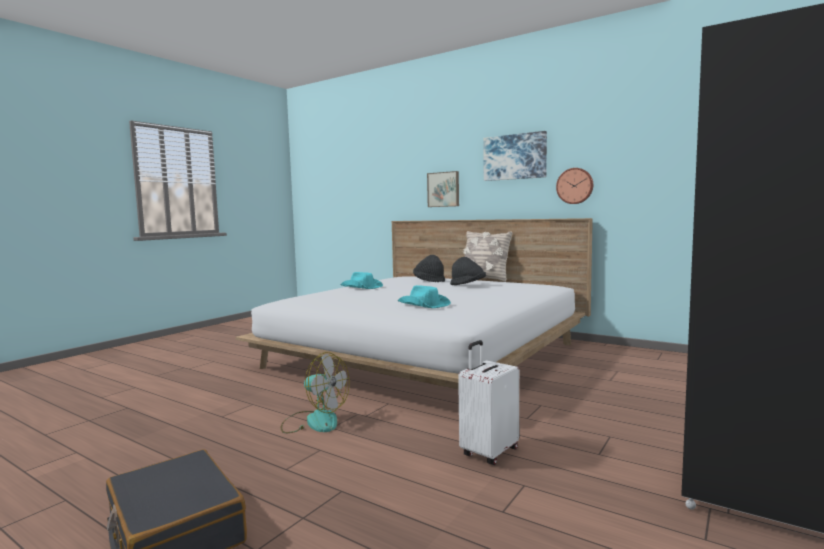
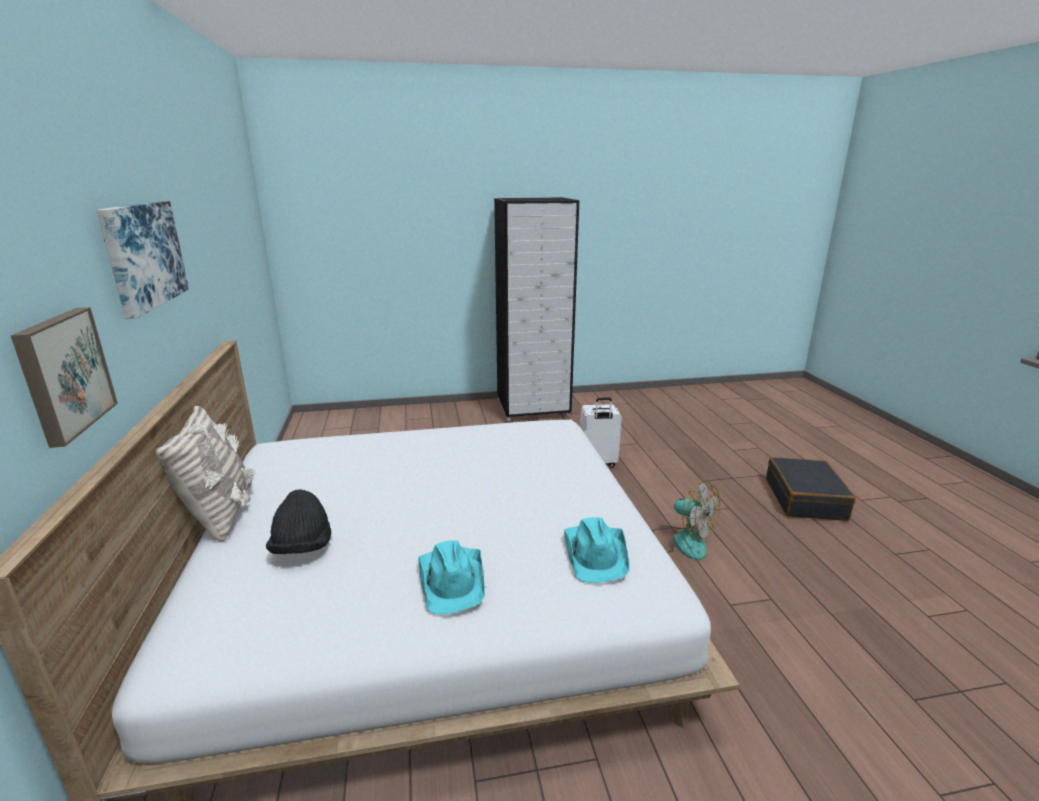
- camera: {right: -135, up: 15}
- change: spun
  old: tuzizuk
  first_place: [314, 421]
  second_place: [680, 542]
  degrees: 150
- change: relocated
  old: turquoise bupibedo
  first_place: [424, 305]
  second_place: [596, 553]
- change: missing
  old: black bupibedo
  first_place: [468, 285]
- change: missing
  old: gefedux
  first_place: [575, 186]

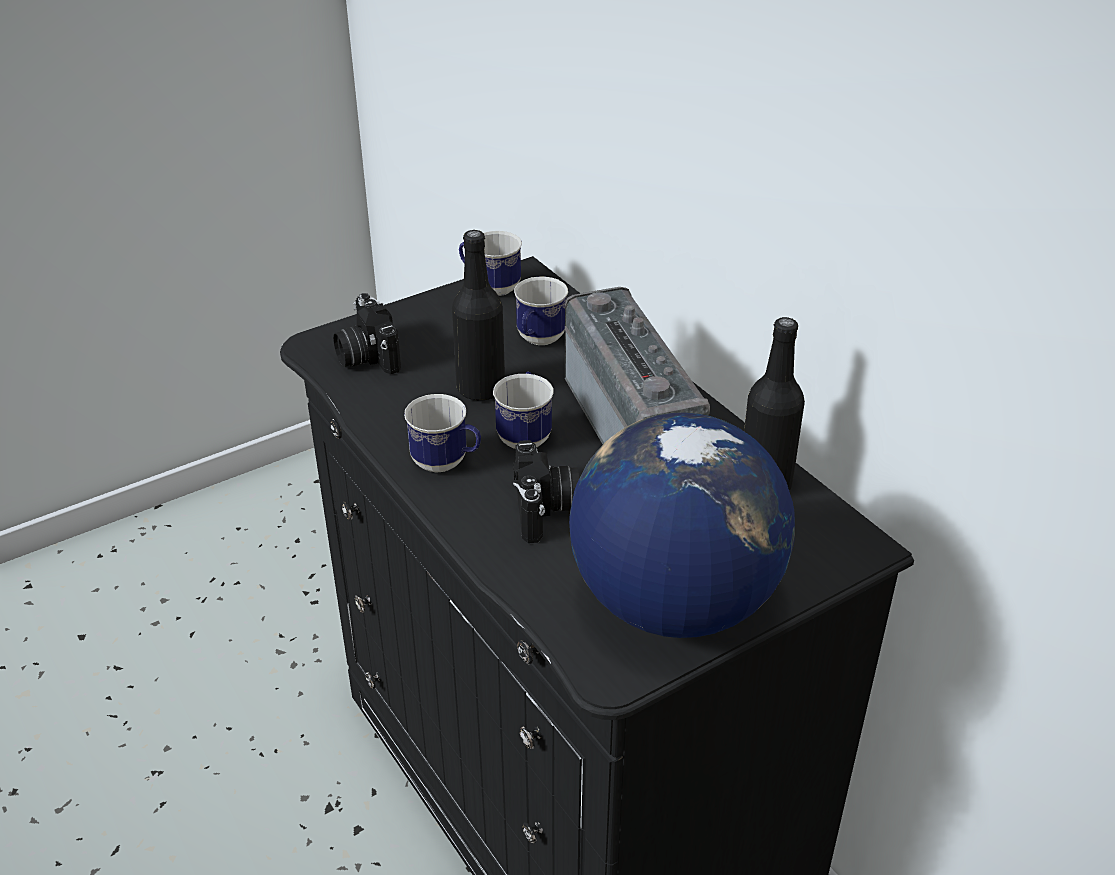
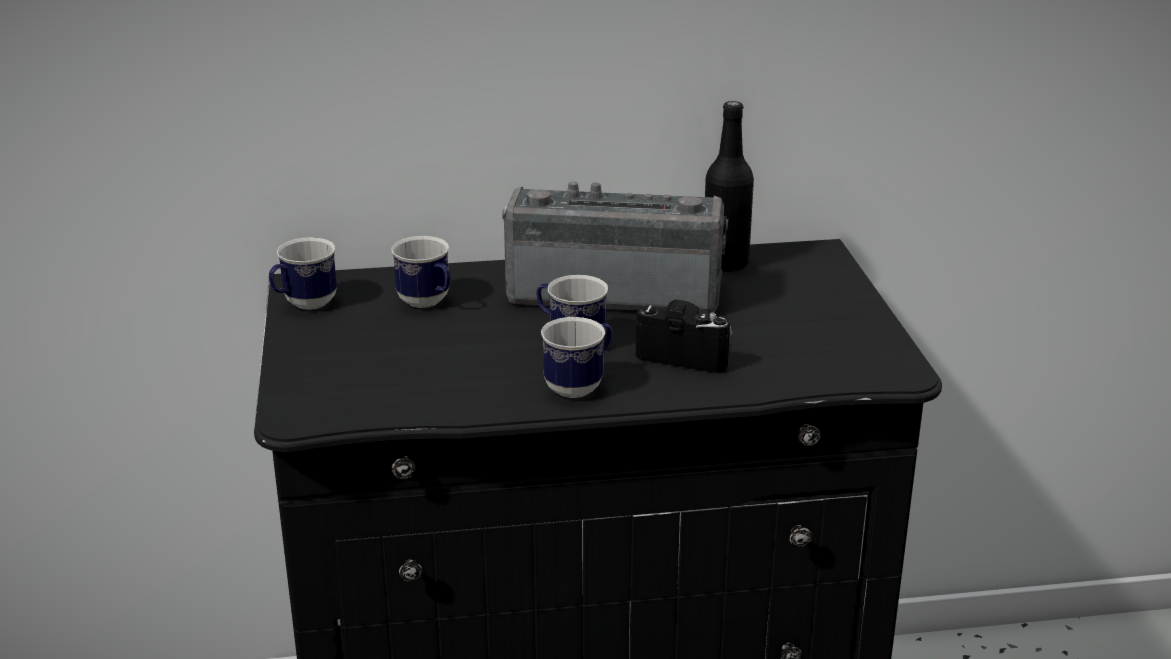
- camera: {right: -65, up: -10}
- change: missing
  old: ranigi
  first_place: [366, 356]
- change: missing
  old: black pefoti
  first_place: [481, 389]
- change: missing
  old: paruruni
  first_place: [673, 602]

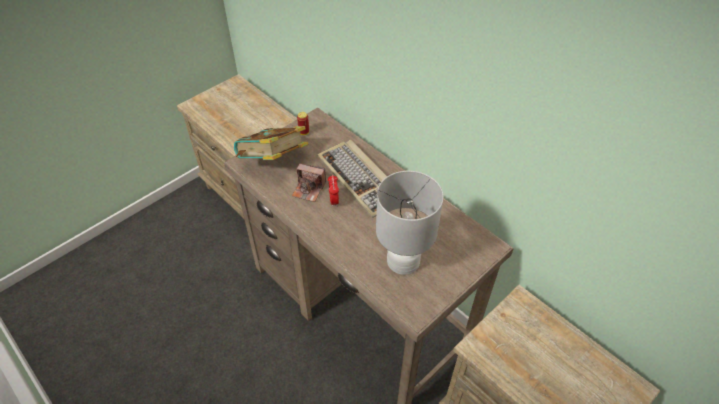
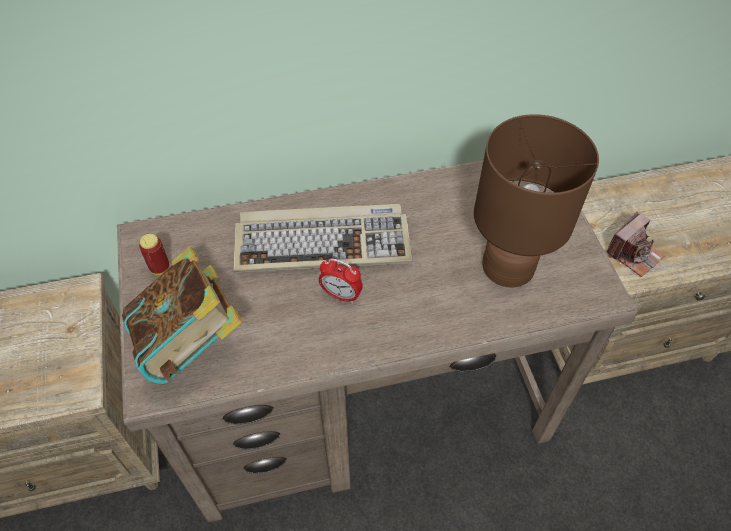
- camera: {right: -60, up: 5}
- change: relocated
  old: ranigi
  first_place: [309, 189]
  second_place: [633, 254]
- change: colour
  old: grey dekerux
  new: brown dekerux
  first_place: [404, 261]
  second_place: [509, 266]

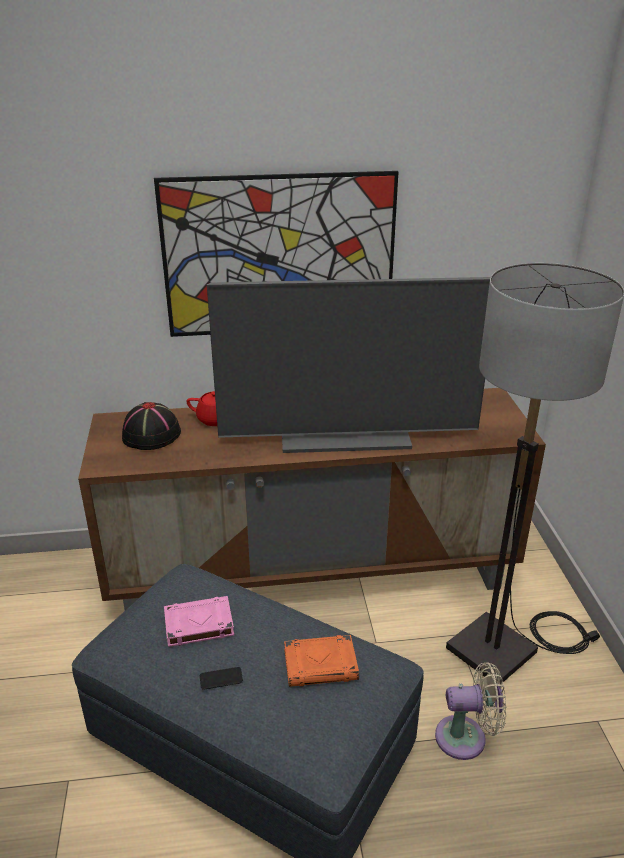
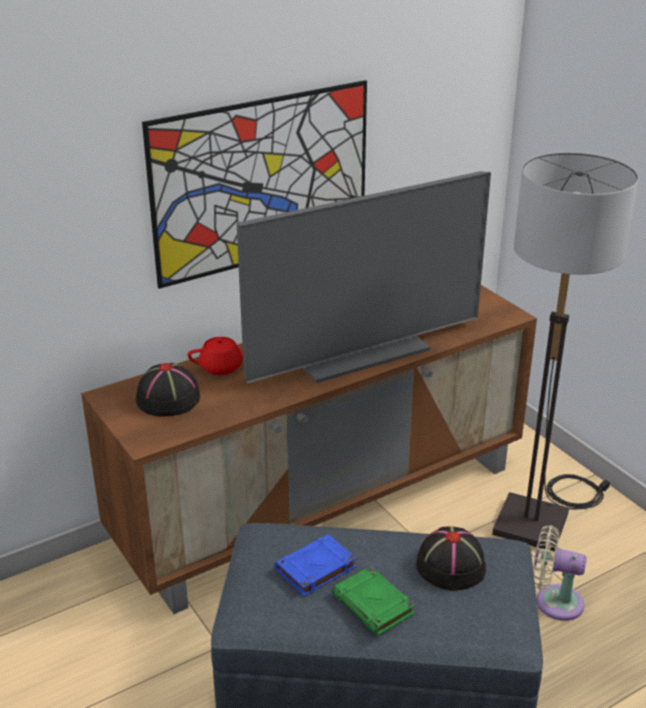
- camera: {right: -25, up: 0}
- change: colour
  old: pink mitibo
  new: blue mitibo
  first_place: [198, 625]
  second_place: [315, 569]
- change: exchanged
  old: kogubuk
  new: green mitibo
  first_place: [221, 679]
  second_place: [374, 605]
- change: exchanged
  old: orange mitibo
  new: black bupibedo
  first_place: [321, 665]
  second_place: [450, 565]
- change: spun
  old: beige tuzizuk
  first_place: [466, 737]
  second_place: [554, 601]
  degrees: -135

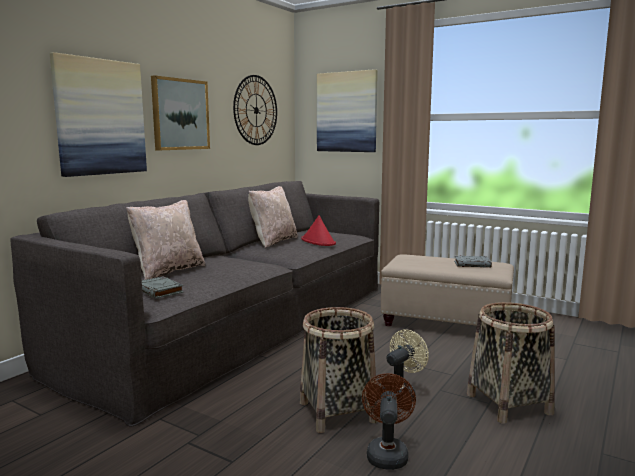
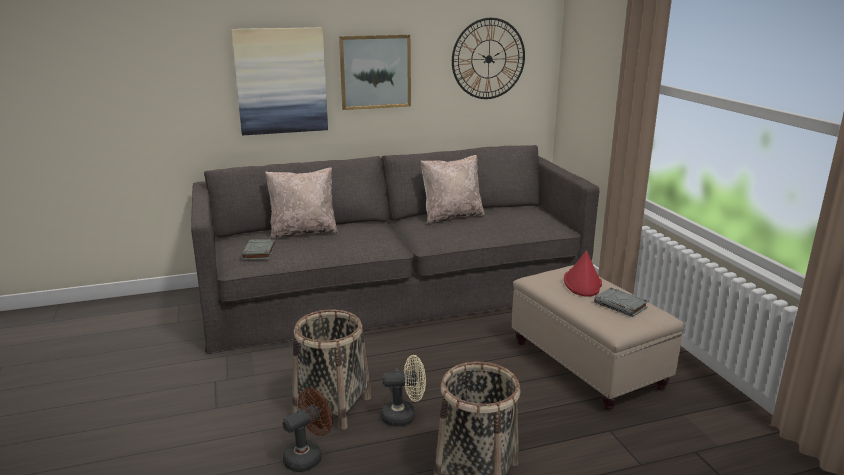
- camera: {right: 40, up: 10}
- change: relocated
  old: red bupibedo
  first_place: [318, 241]
  second_place: [582, 283]
- change: missing
  old: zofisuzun
  first_place: [347, 112]

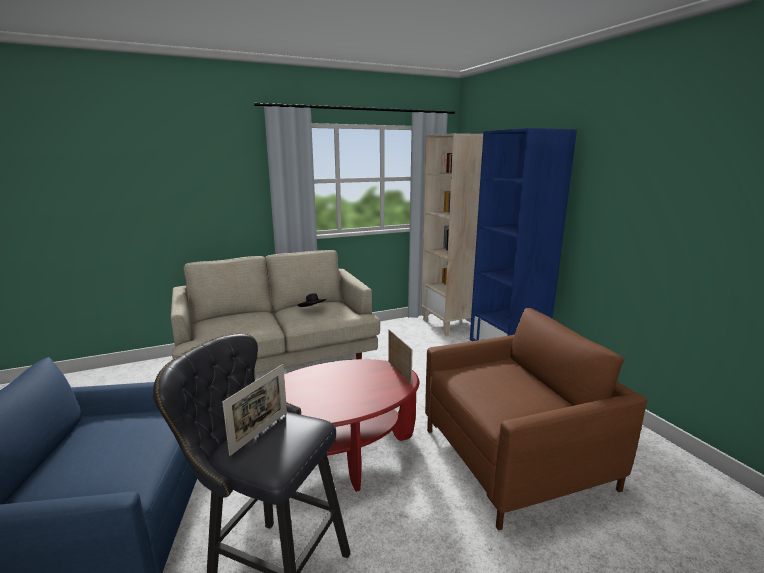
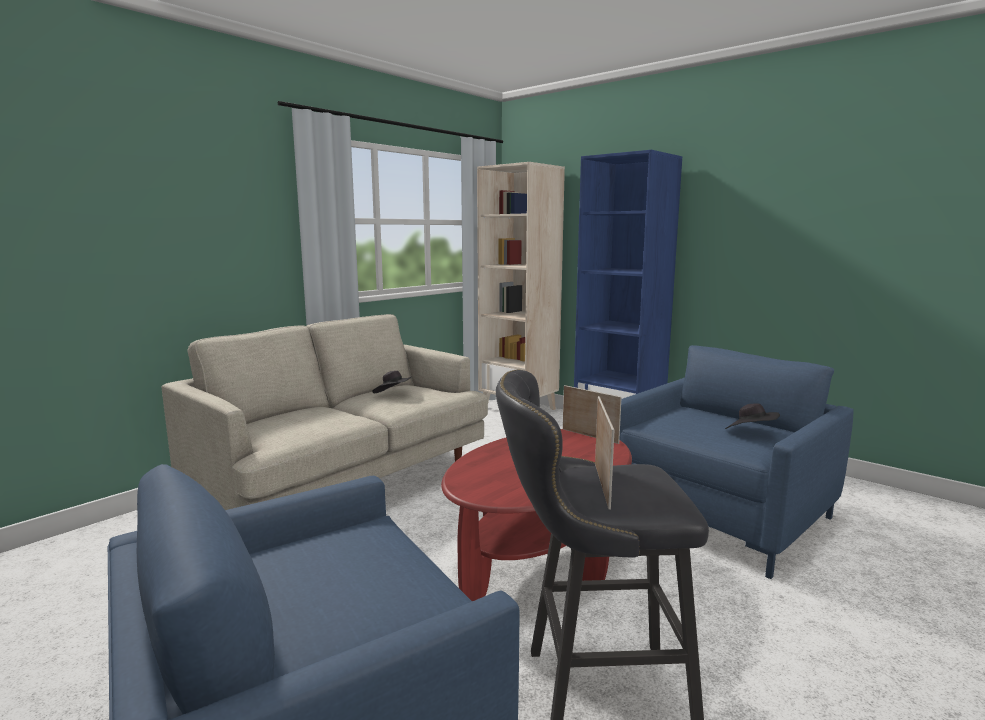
- camera: {right: -25, up: -5}
- change: colour
  old: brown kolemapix
  new: blue kolemapix
  first_place: [515, 458]
  second_place: [719, 515]
- change: appeared
  new: black bupibedo
  second_place: [750, 433]

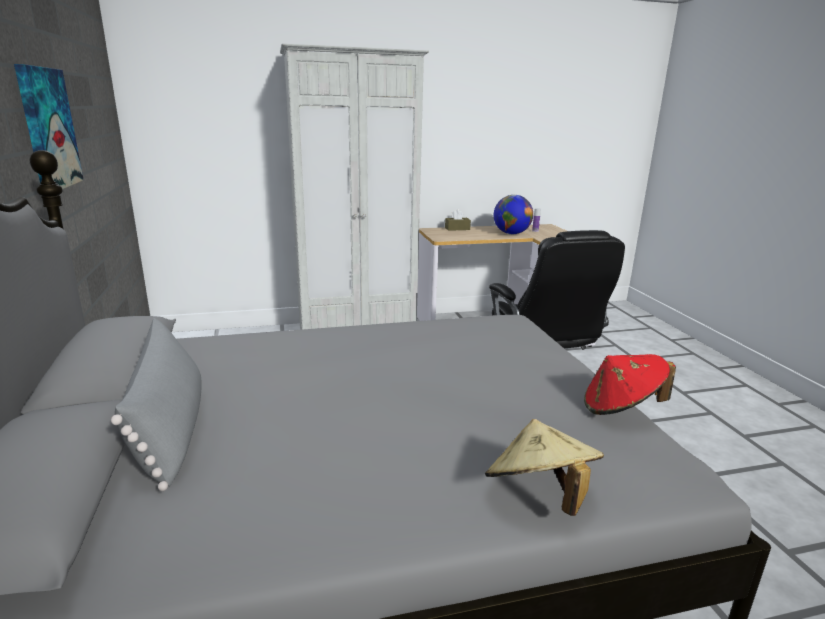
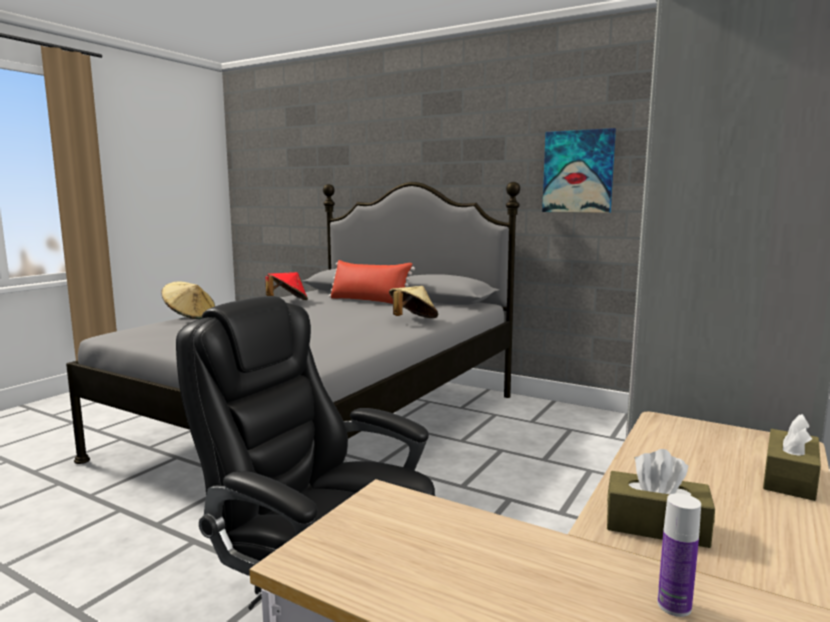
- camera: {right: 135, up: -10}
- change: colour
  old: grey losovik
  new: red losovik
  first_place: [171, 429]
  second_place: [369, 301]
- change: exchanged
  old: paruruni
  new: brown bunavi
  first_place: [511, 233]
  second_place: [656, 526]
- change: relocated
  old: red bupibedo
  first_place: [621, 408]
  second_place: [287, 301]
- change: appeared
  new: beige bupibedo
  second_place: [413, 320]

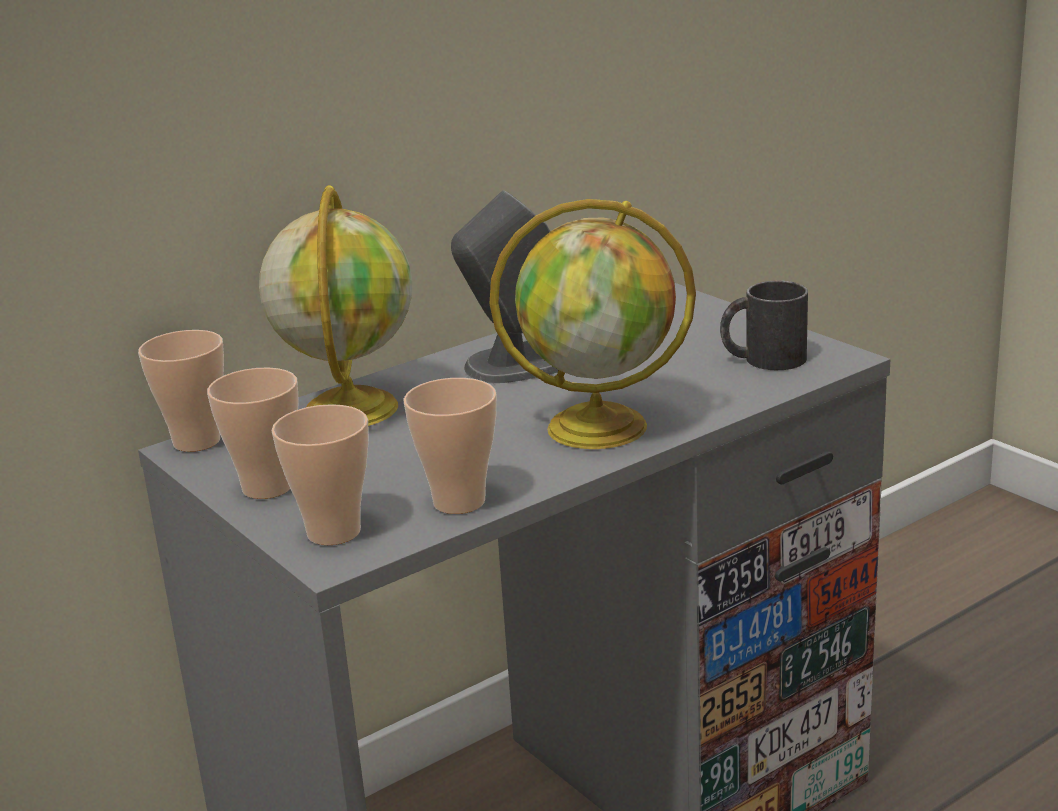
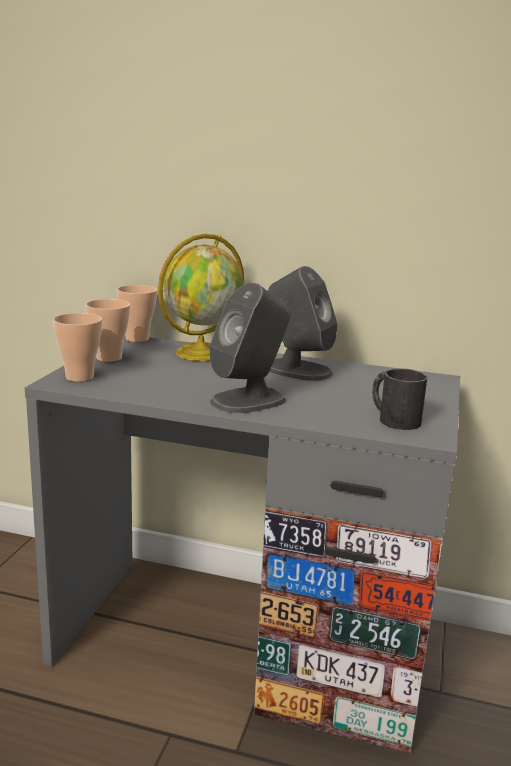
- camera: {right: 50, up: -5}
- change: missing
  old: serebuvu
  first_place: [459, 502]
- change: exchanged
  old: paruruni
  new: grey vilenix
  first_place: [600, 427]
  second_place: [249, 400]

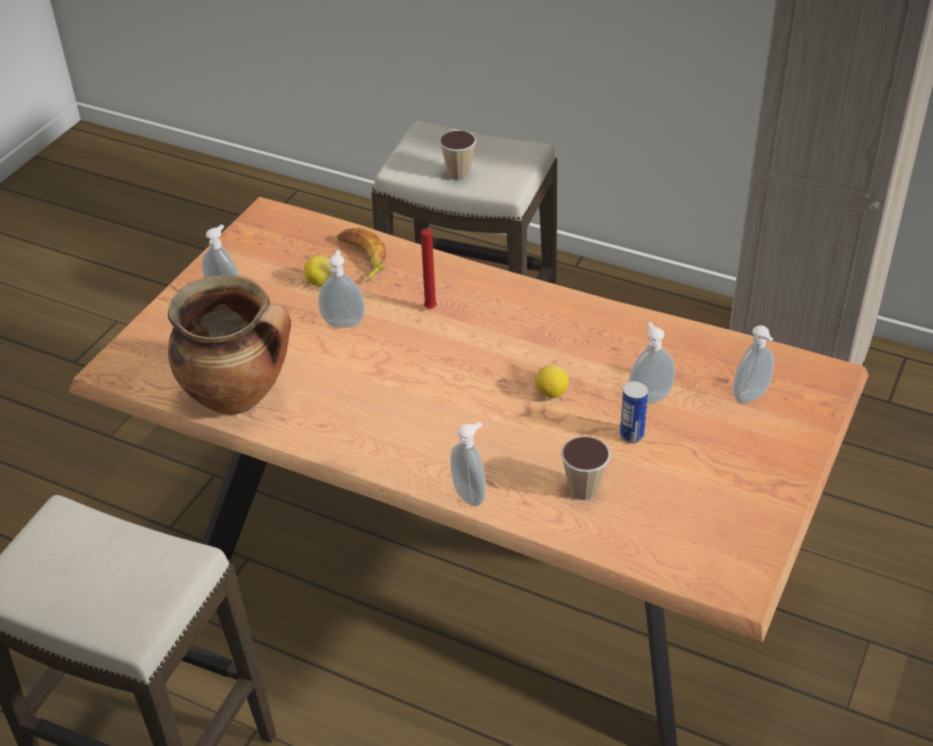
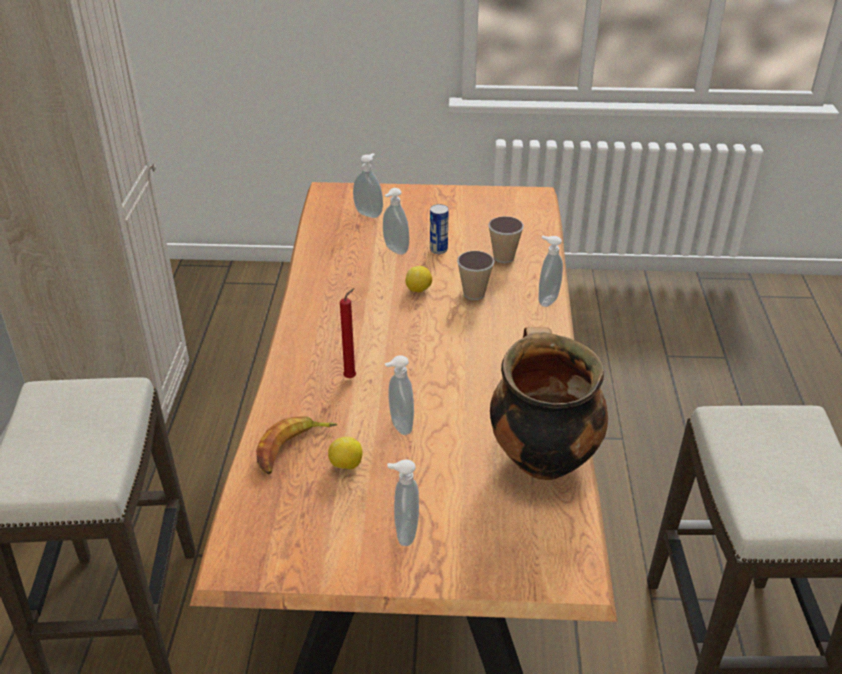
- camera: {right: -115, up: -5}
- change: relocated
  old: serebuvu
  first_place: [458, 174]
  second_place: [474, 294]

